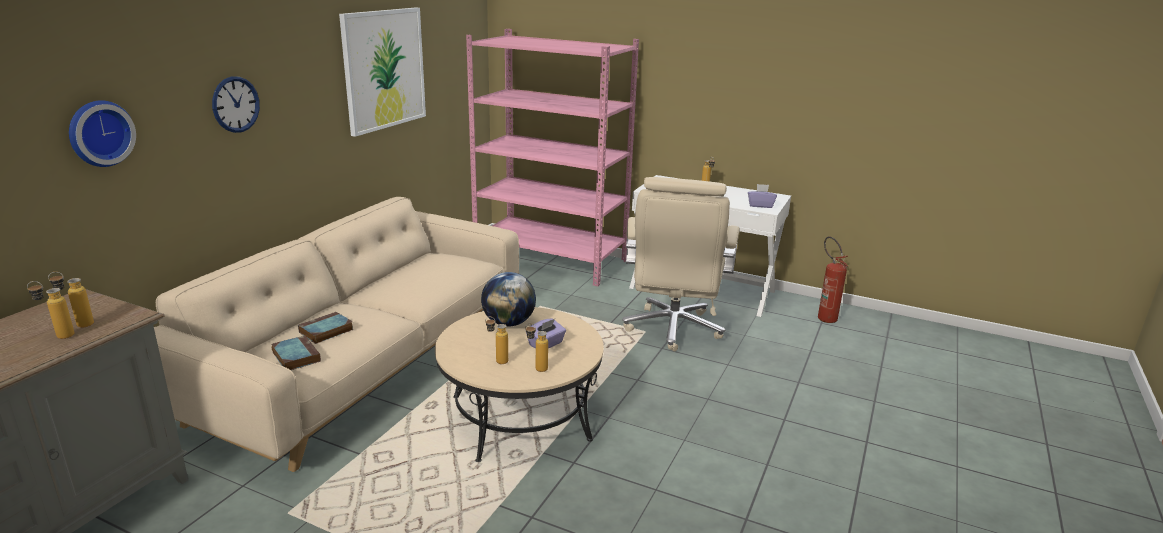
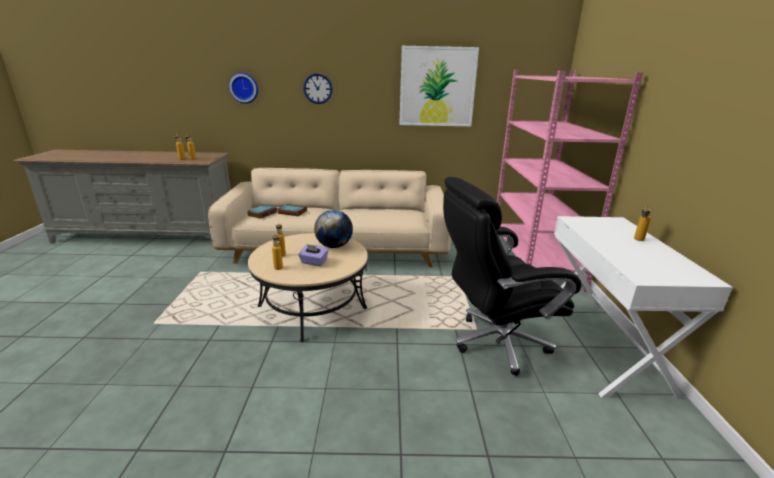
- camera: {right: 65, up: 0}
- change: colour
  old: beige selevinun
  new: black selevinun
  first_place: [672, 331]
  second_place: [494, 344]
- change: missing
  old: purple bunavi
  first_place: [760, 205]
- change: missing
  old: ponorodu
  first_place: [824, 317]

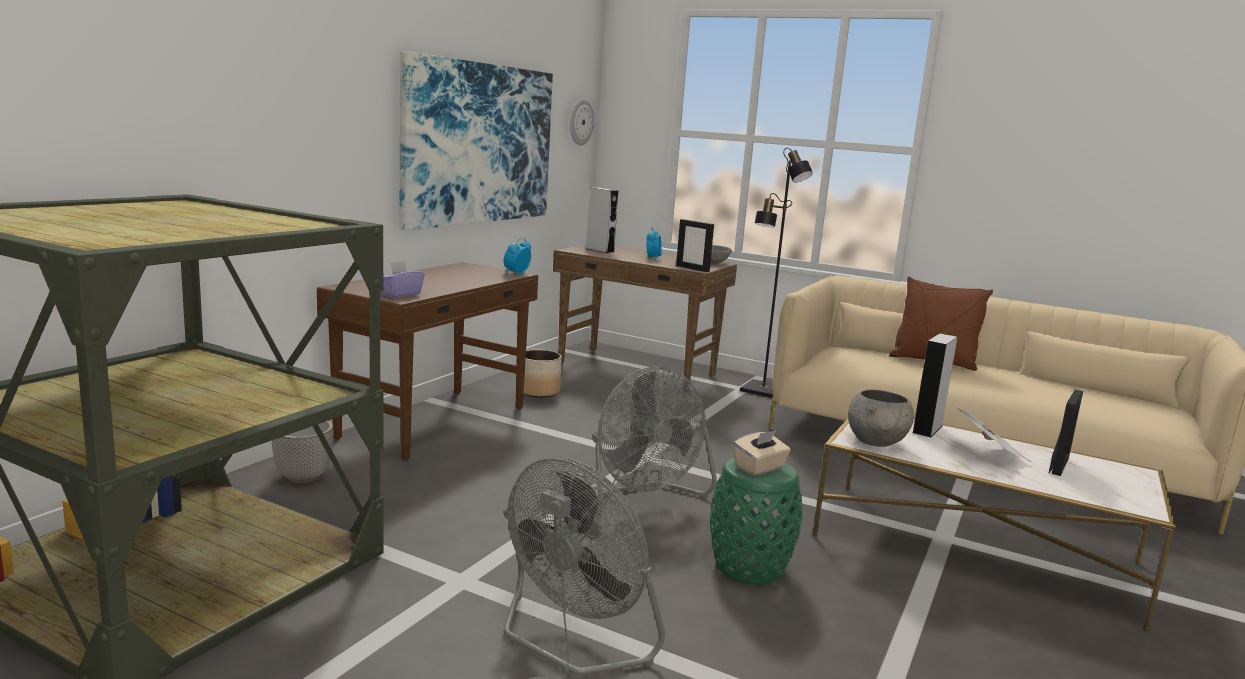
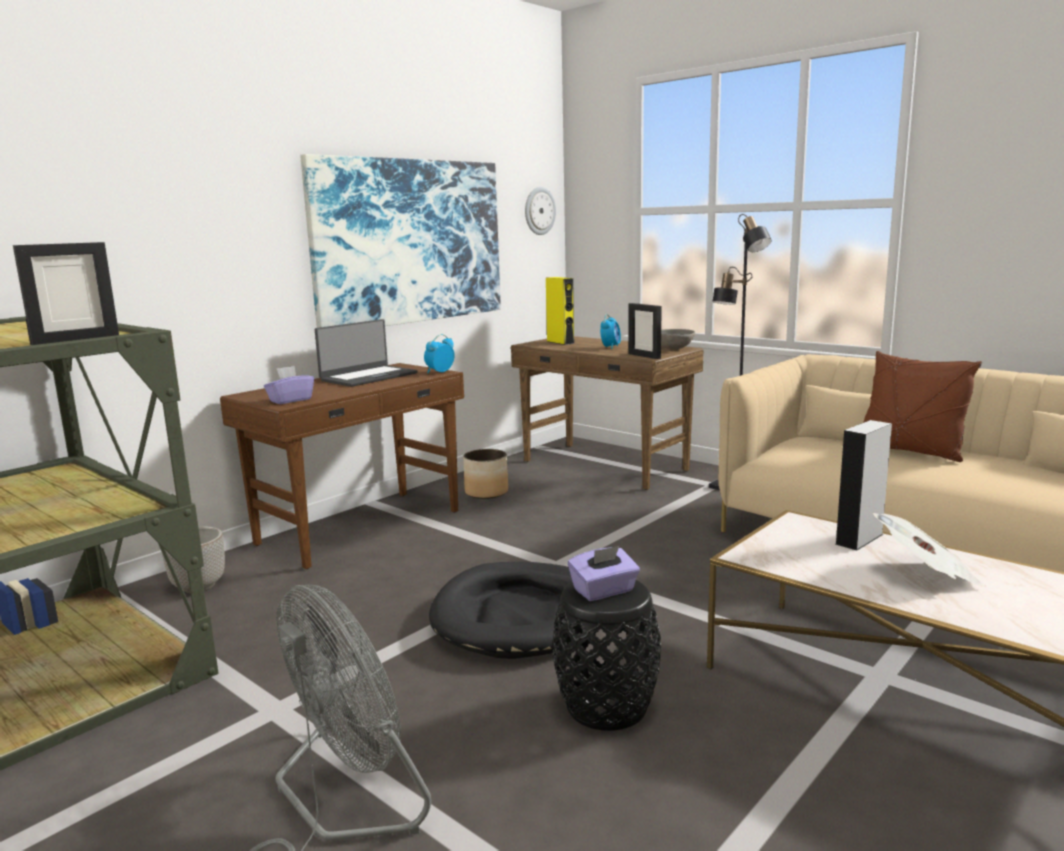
- camera: {right: 15, up: 0}
- change: exchanged
  old: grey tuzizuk
  new: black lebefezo
  first_place: [635, 498]
  second_place: [520, 615]
- change: colour
  old: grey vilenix
  new: yellow vilenix
  first_place: [600, 250]
  second_place: [560, 342]
- change: colour
  old: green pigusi
  new: black pigusi
  first_place: [749, 567]
  second_place: [607, 707]
- change: colour
  old: beige bunavi
  new: purple bunavi
  first_place: [760, 468]
  second_place: [604, 591]
- change: missing
  old: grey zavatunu
  first_place: [876, 442]
- change: relocated
  old: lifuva
  first_place: [1058, 465]
  second_place: [75, 340]
- change: appeared
  new: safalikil
  second_place: [368, 377]

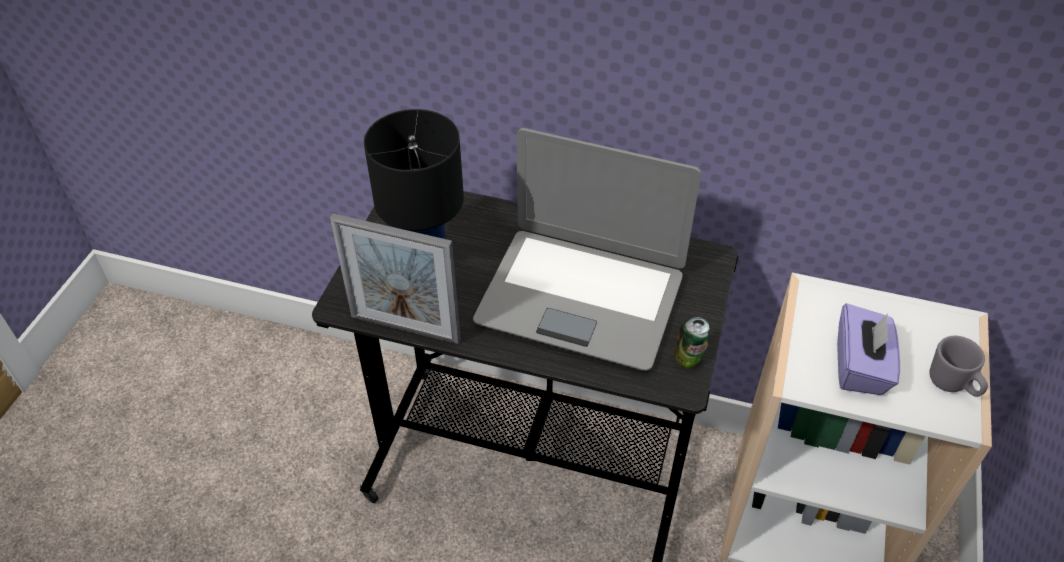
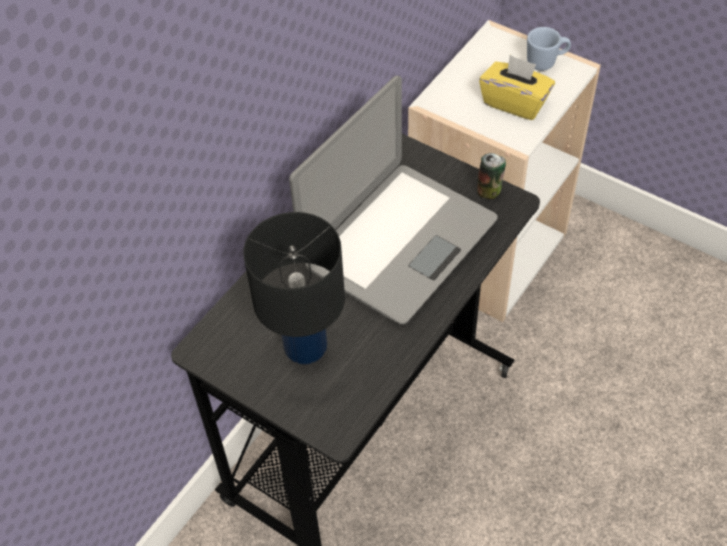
- camera: {right: -70, up: 5}
- change: missing
  old: lifuva
  first_place: [405, 328]
- change: colour
  old: purple bunavi
  new: yellow bunavi
  first_place: [860, 367]
  second_place: [515, 102]
- change: colour
  old: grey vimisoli
  new: blue vimisoli
  first_place: [952, 385]
  second_place: [546, 62]

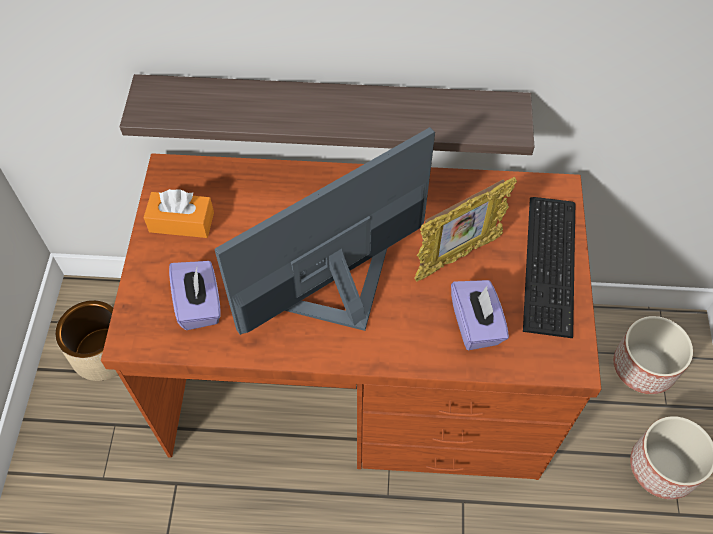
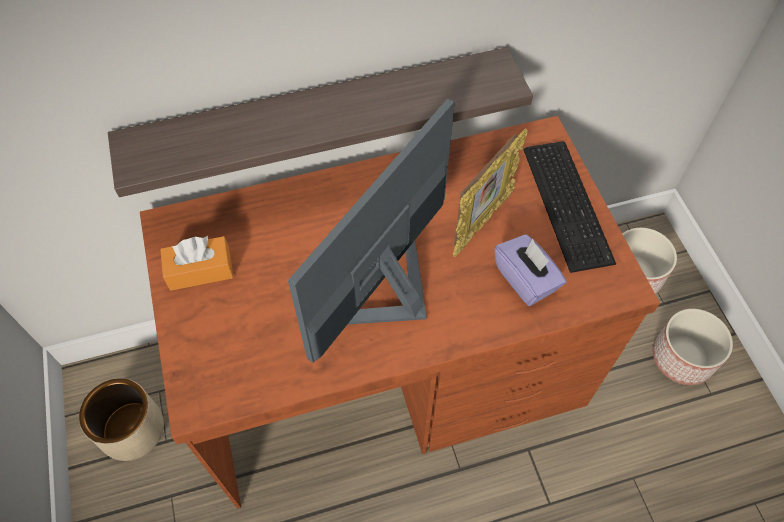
- camera: {right: -20, up: 0}
- change: missing
  old: purple bunavi
  first_place: [199, 305]

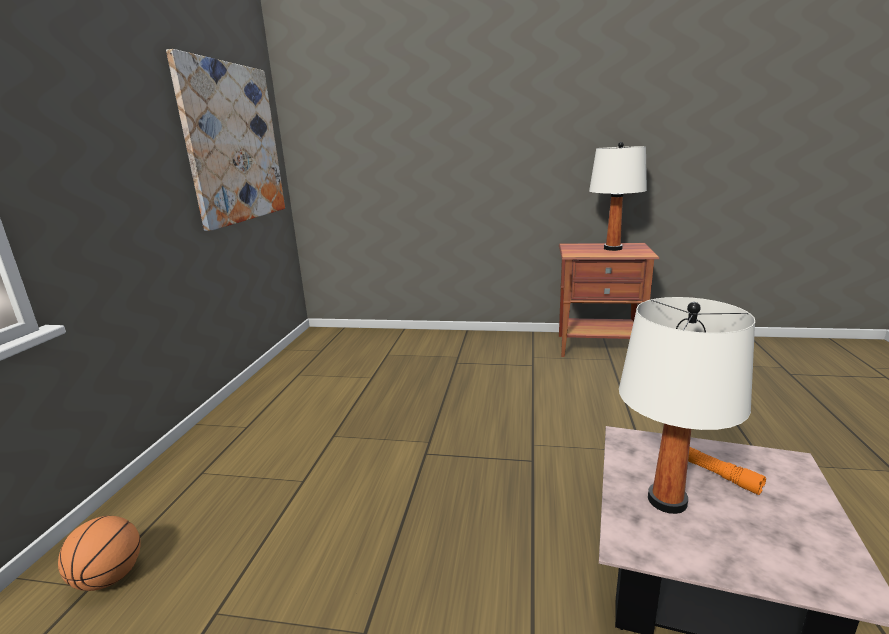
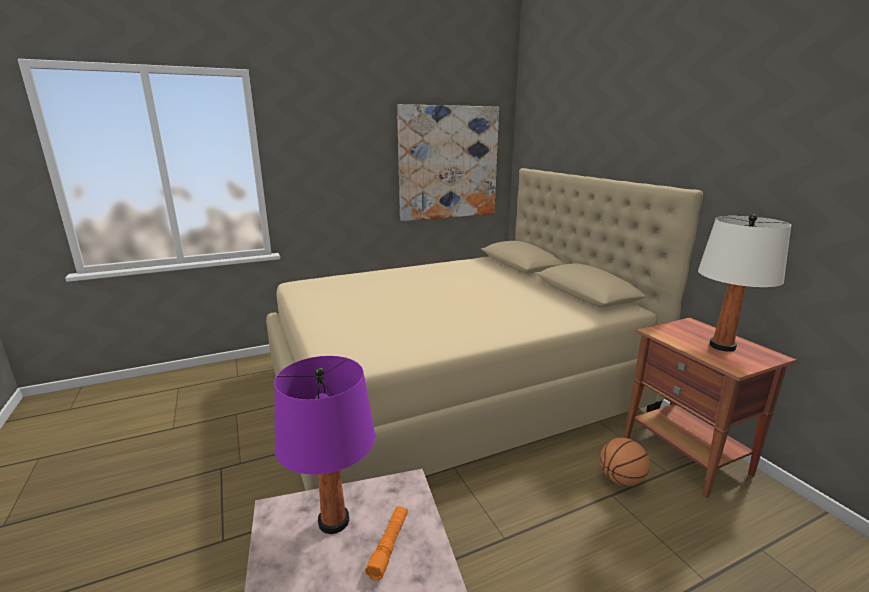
- camera: {right: 55, up: 0}
- change: relocated
  old: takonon
  first_place: [110, 577]
  second_place: [621, 480]
- change: colour
  old: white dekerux
  new: purple dekerux
  first_place: [666, 500]
  second_place: [334, 521]
- change: appeared
  new: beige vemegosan
  second_place: [451, 390]

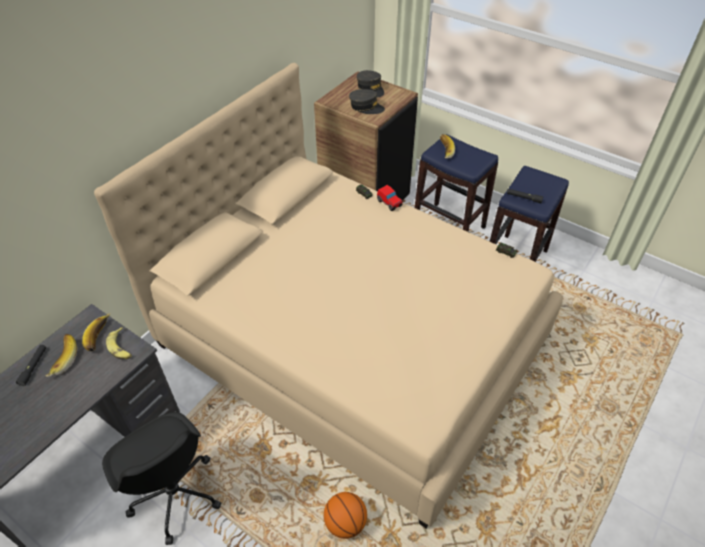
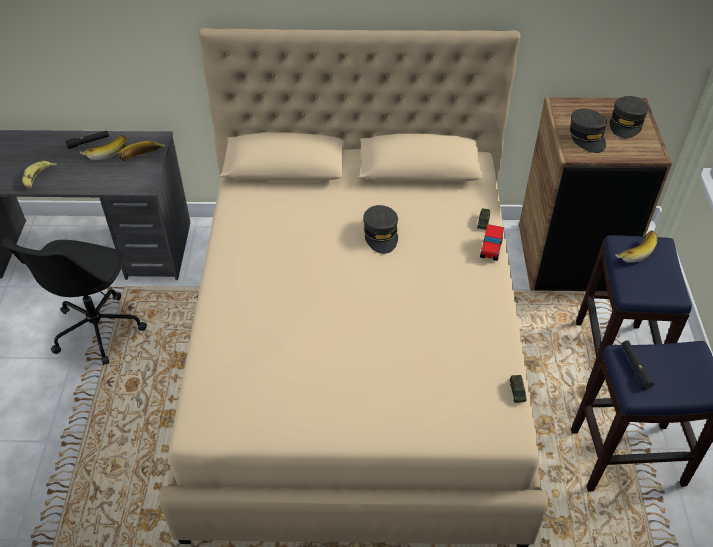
- camera: {right: 55, up: 0}
- change: relocated
  old: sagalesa
  first_place: [121, 347]
  second_place: [38, 178]
- change: missing
  old: takonon
  first_place: [345, 523]
- change: appeared
  new: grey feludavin
  second_place: [381, 234]

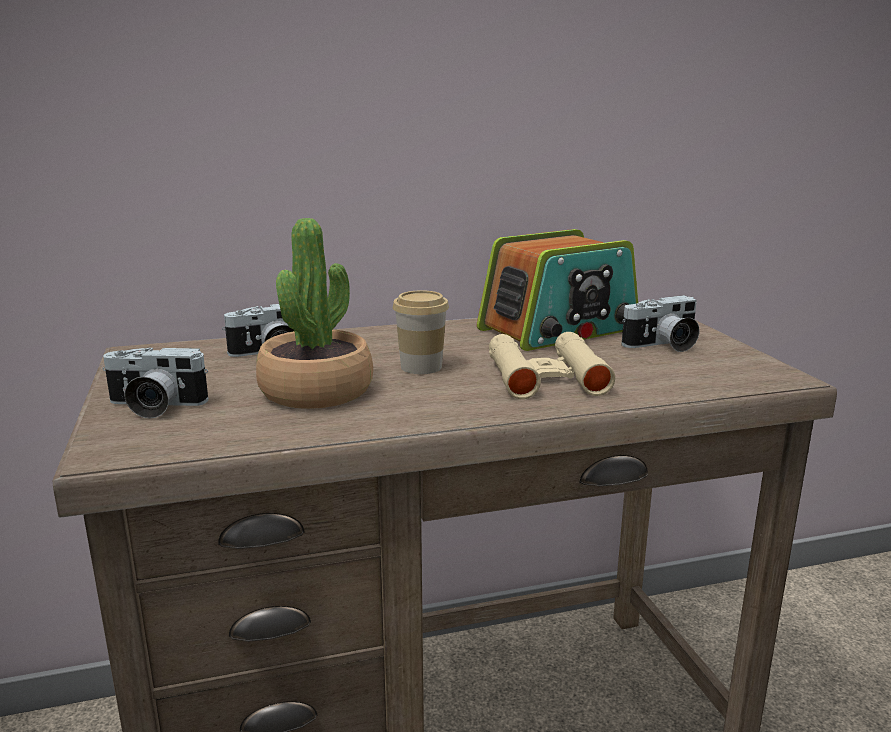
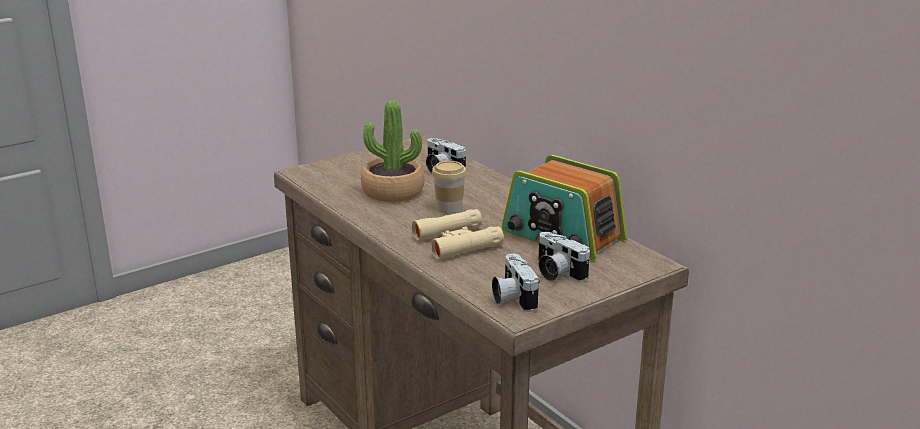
- camera: {right: 70, up: 5}
- change: relocated
  old: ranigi
  first_place: [154, 407]
  second_place: [512, 298]

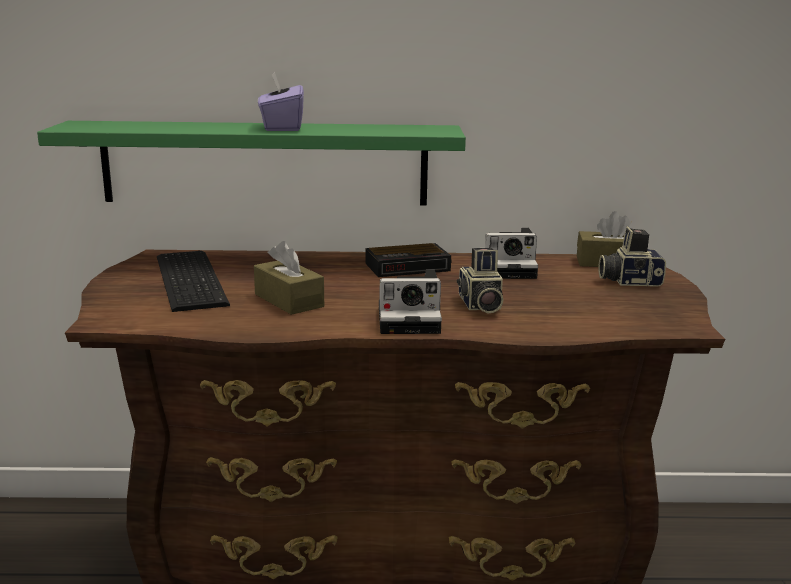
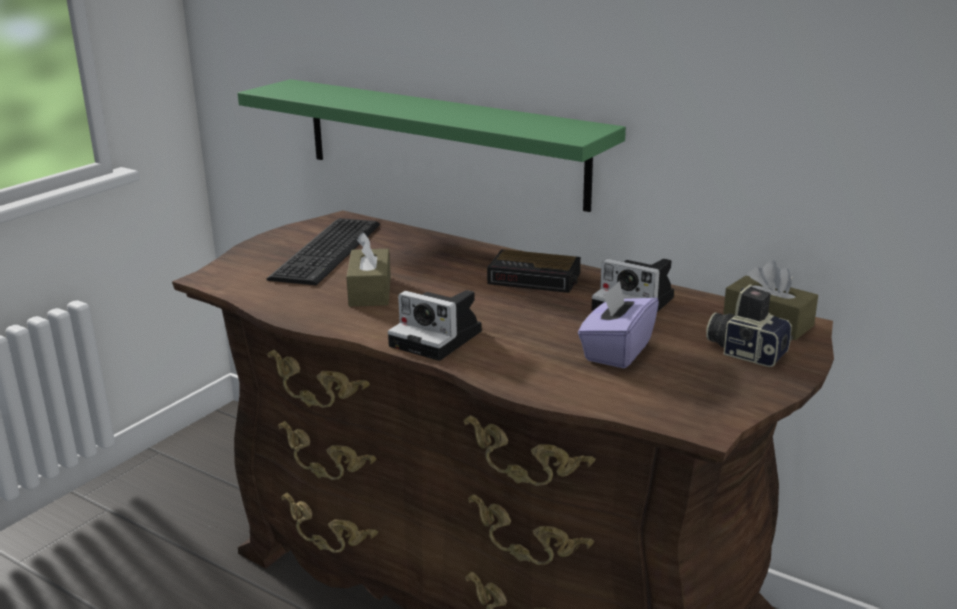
- camera: {right: 35, up: 5}
- change: relocated
  old: purple bunavi
  first_place: [281, 127]
  second_place: [616, 351]
- change: missing
  old: ranigi
  first_place: [479, 305]

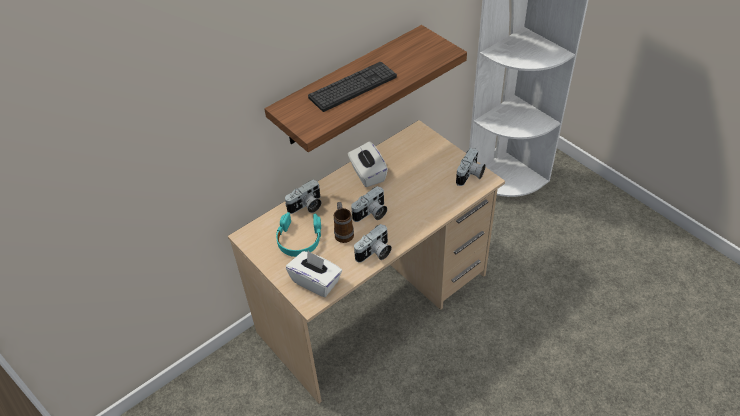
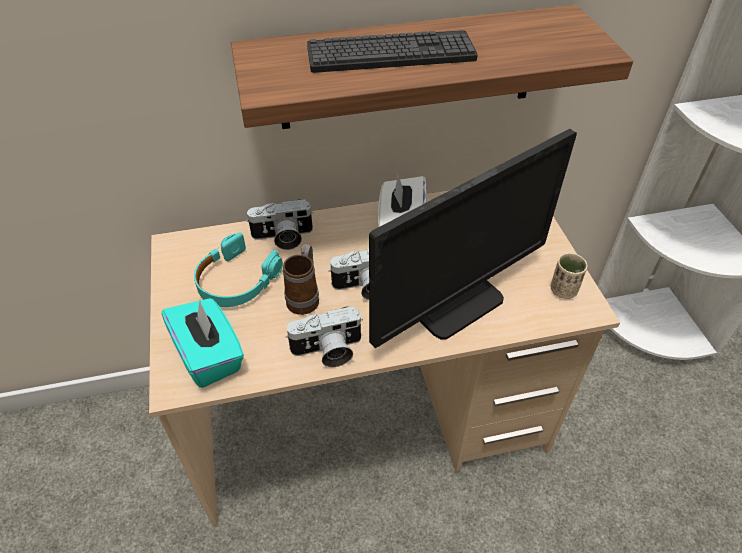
- camera: {right: 25, up: 0}
- change: colour
  old: white bunavi
  new: turquoise bunavi
  first_place: [316, 281]
  second_place: [209, 356]
- change: exchanged
  old: ranigi
  new: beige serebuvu
  first_place: [470, 175]
  second_place: [563, 290]
- change: appeared
  new: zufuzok
  second_place: [455, 302]

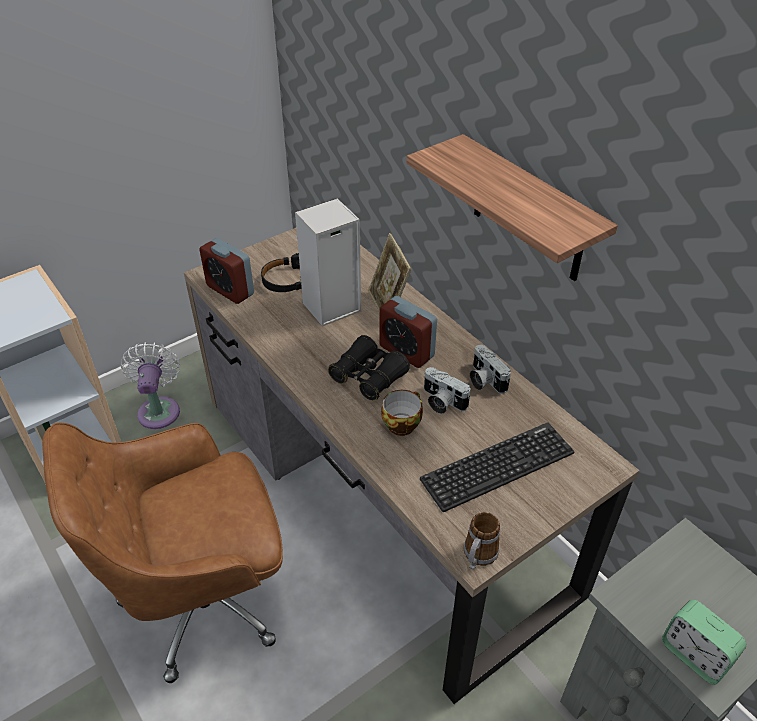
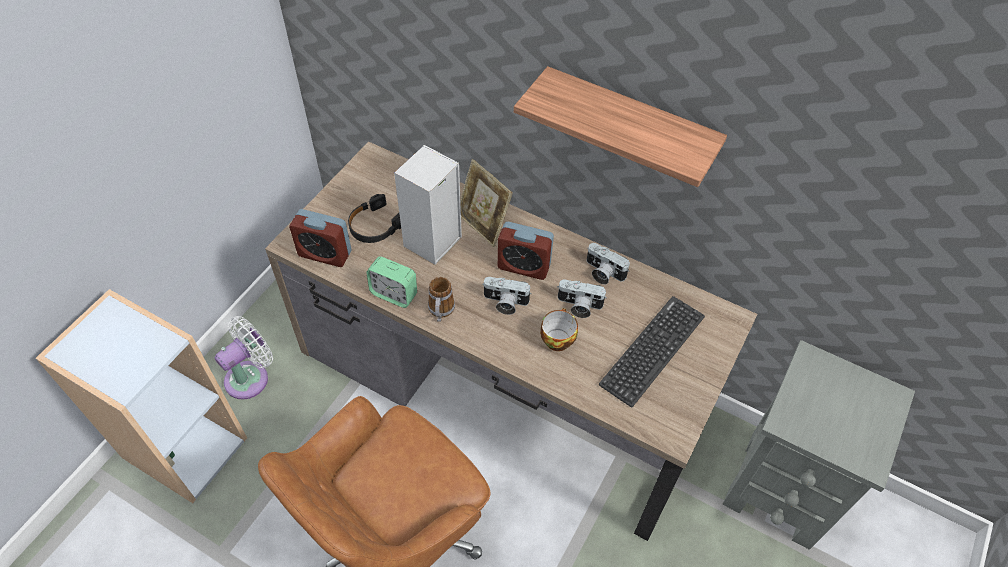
- camera: {right: -25, up: 10}
- change: spun
  old: white tuzizuk
  first_place: [159, 409]
  second_place: [251, 377]
  degrees: 75
- change: exchanged
  old: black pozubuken
  new: ranigi
  first_place: [368, 377]
  second_place: [505, 303]
- change: relocated
  old: vimisoli
  first_place: [478, 557]
  second_place: [441, 312]
- change: relocated
  old: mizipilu
  first_place: [694, 655]
  second_place: [394, 294]

